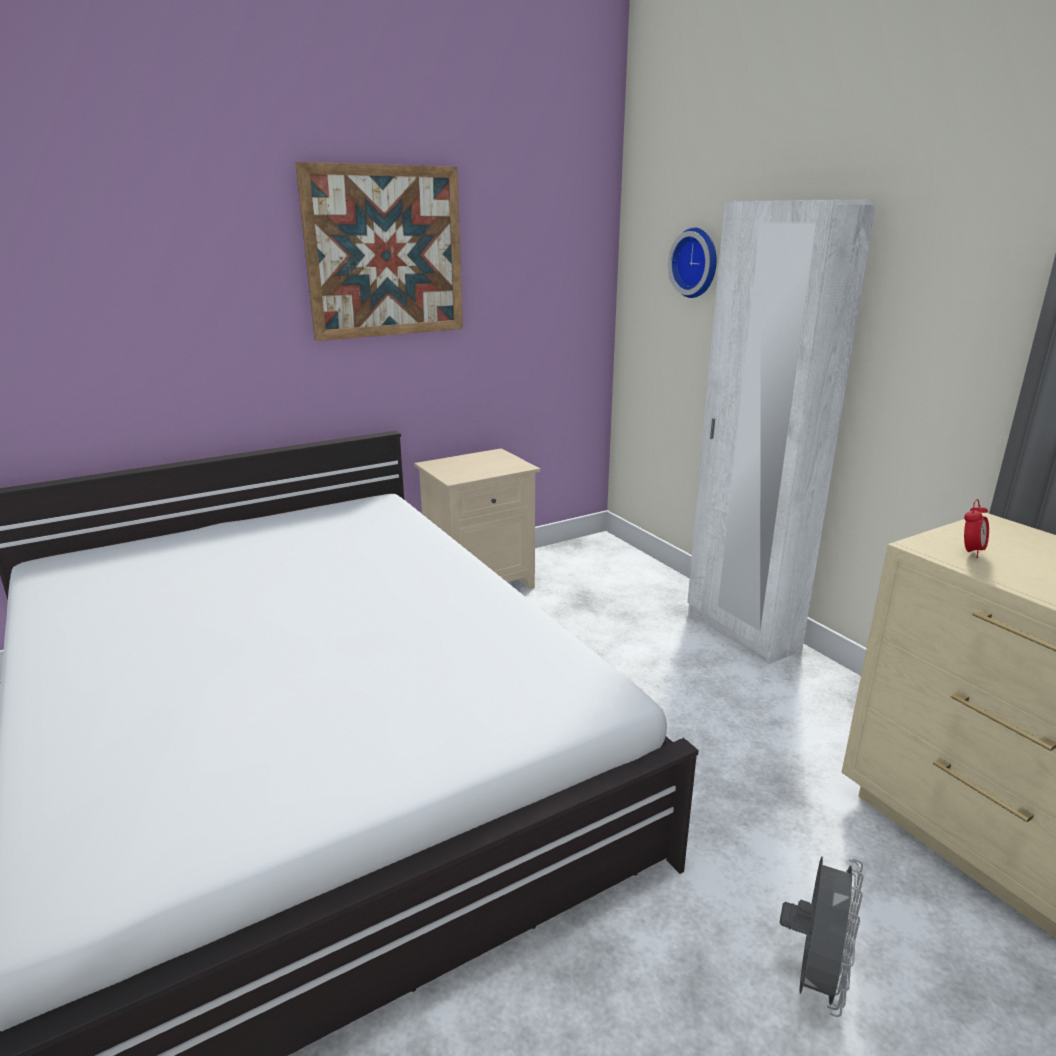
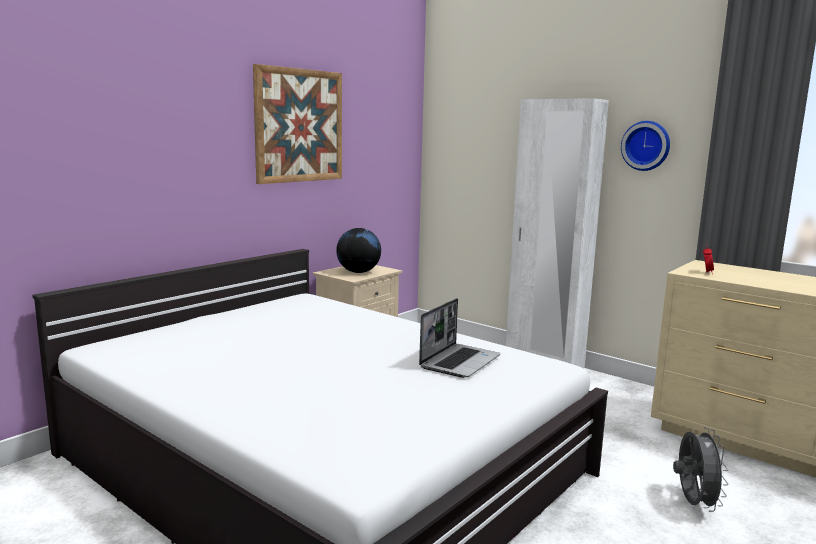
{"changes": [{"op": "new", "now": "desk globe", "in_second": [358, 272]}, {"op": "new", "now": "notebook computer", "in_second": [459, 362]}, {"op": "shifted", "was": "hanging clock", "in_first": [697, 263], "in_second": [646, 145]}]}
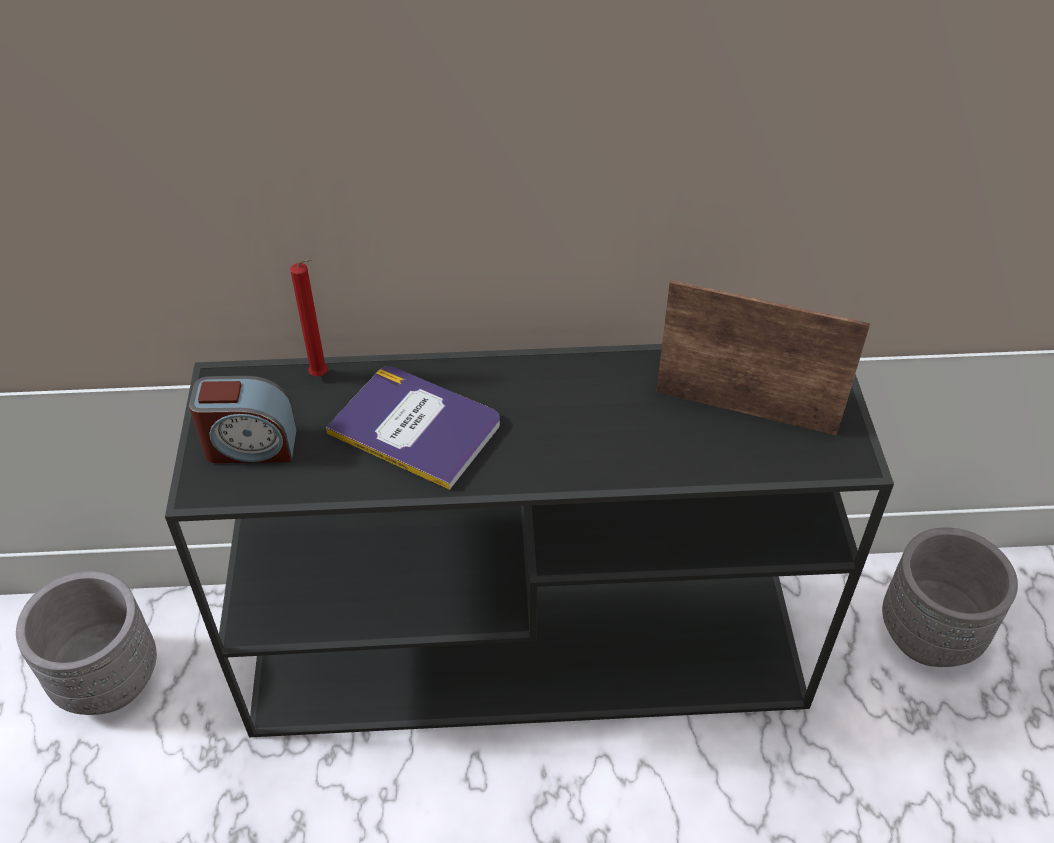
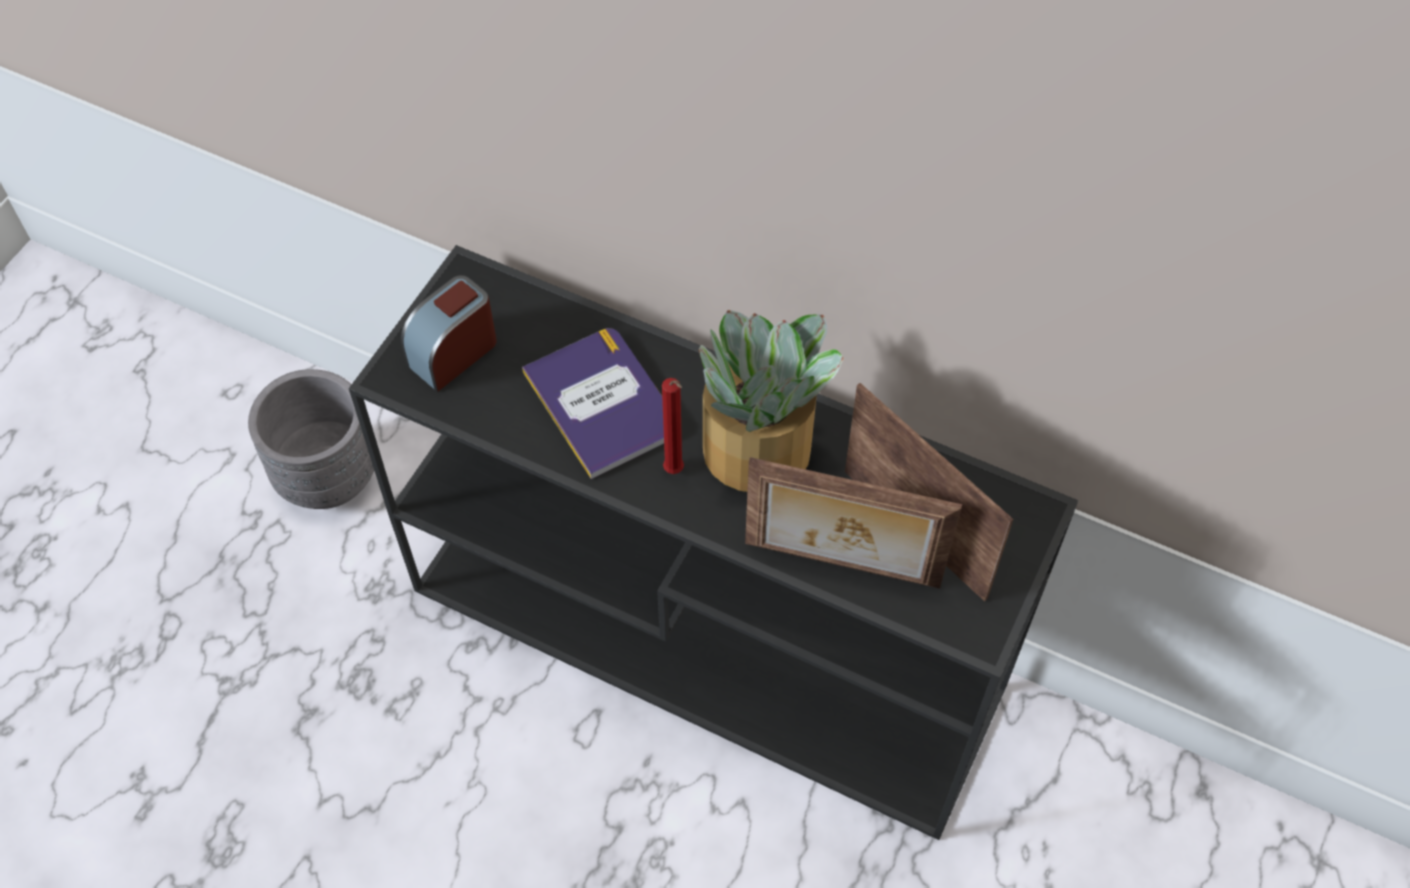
{"changes": [{"op": "rotated", "was": "table clock", "in_first": [250, 445], "in_second": [453, 353], "clockwise": 105}, {"op": "shifted", "was": "reddish wax candle", "in_first": [321, 376], "in_second": [675, 472]}, {"op": "new", "now": "plant in a pot", "in_second": [759, 451]}, {"op": "new", "now": "standing frame", "in_second": [841, 567]}, {"op": "gone", "was": "gray planter", "in_first": [929, 635]}]}
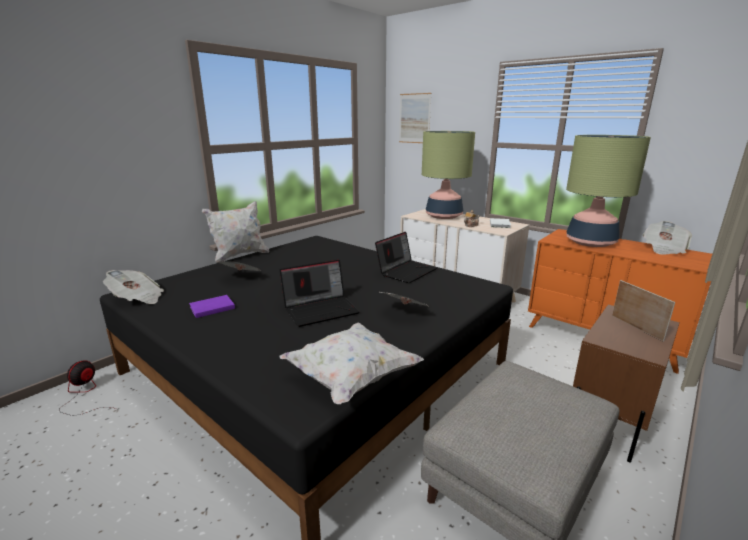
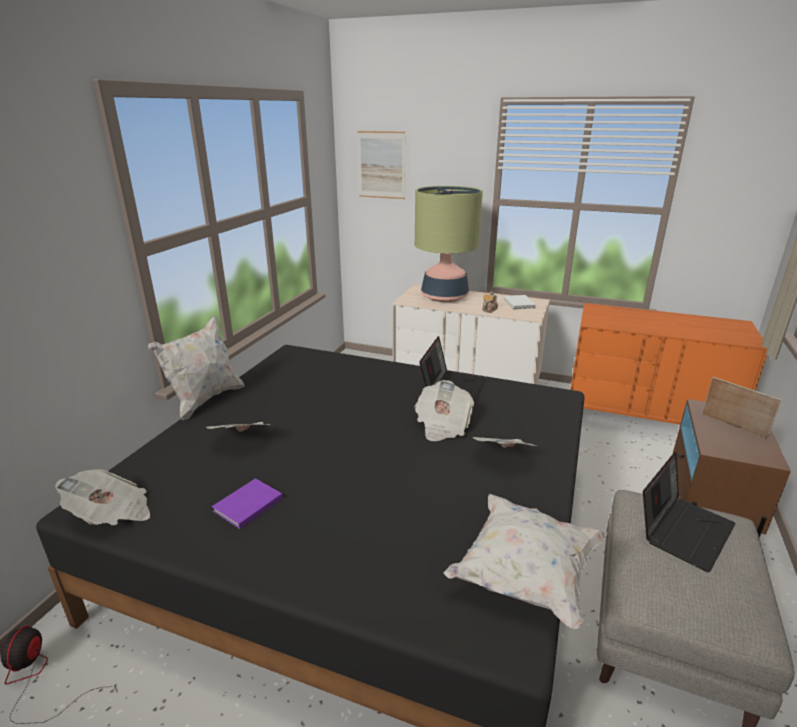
{"changes": [{"op": "shifted", "was": "newspaper", "in_first": [663, 249], "in_second": [442, 425]}, {"op": "shifted", "was": "notebook computer", "in_first": [321, 309], "in_second": [682, 529]}, {"op": "gone", "was": "table lamp", "in_first": [590, 242]}]}
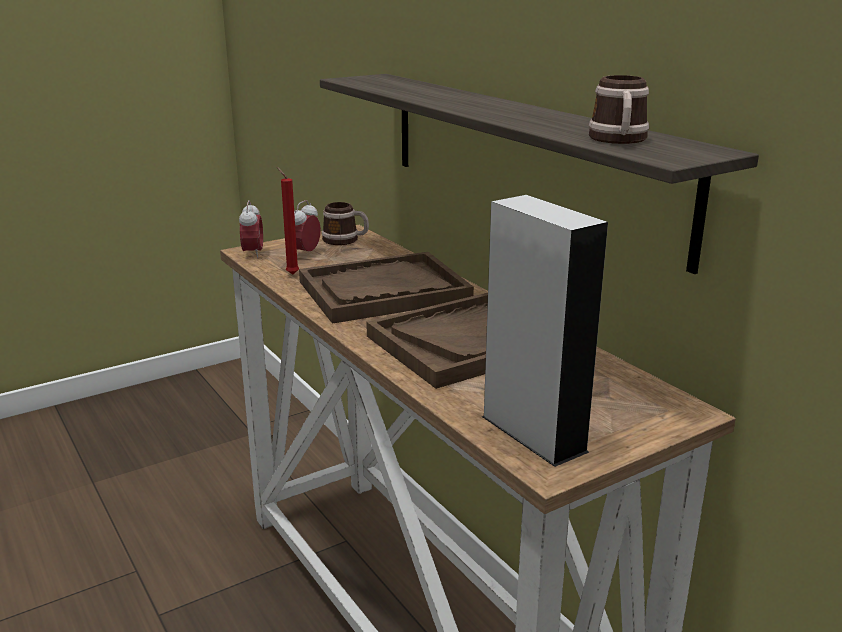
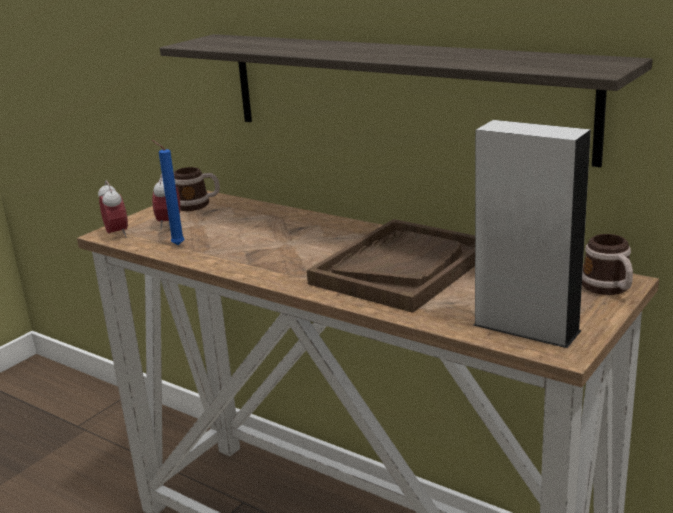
{"changes": [{"op": "repainted", "was": "reddish wax candle", "now": "blue-coloured wax candle", "in_first": [291, 274], "in_second": [176, 245]}, {"op": "shifted", "was": "tea mug", "in_first": [618, 140], "in_second": [609, 288]}, {"op": "gone", "was": "brown-coloured carrying tray", "in_first": [383, 291]}]}
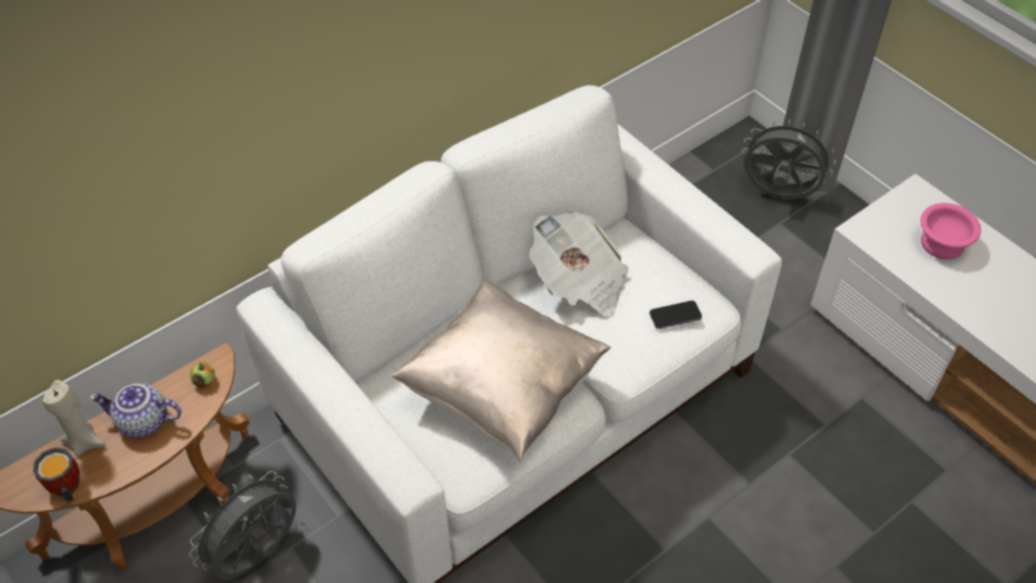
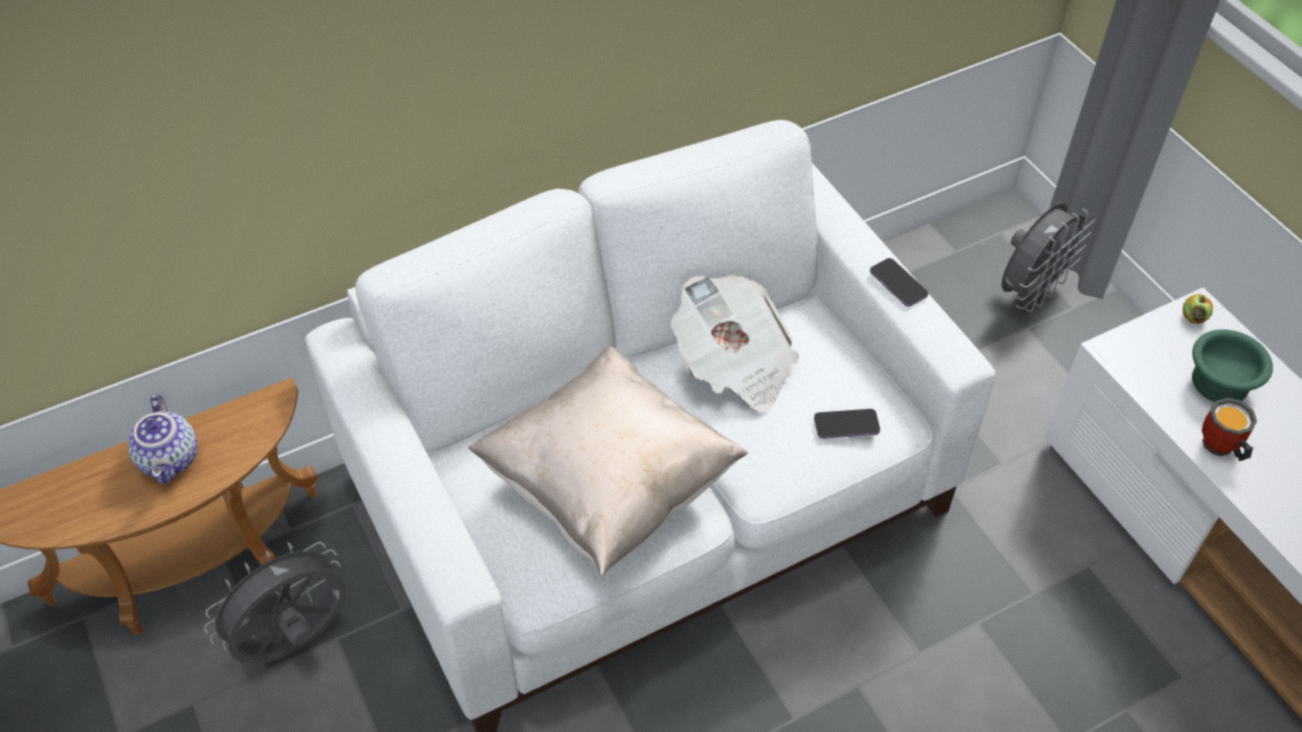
{"changes": [{"op": "rotated", "was": "pot for tea", "in_first": [143, 422], "in_second": [171, 459], "clockwise": -120}, {"op": "new", "now": "handset", "in_second": [898, 284]}, {"op": "rotated", "was": "gray cooling fan", "in_first": [777, 195], "in_second": [1030, 293], "clockwise": 105}, {"op": "shifted", "was": "apple", "in_first": [205, 381], "in_second": [1193, 317]}, {"op": "repainted", "was": "pinkish serving bowl", "now": "greenish serving bowl", "in_first": [943, 243], "in_second": [1222, 382]}, {"op": "shifted", "was": "tea mug", "in_first": [65, 490], "in_second": [1219, 449]}, {"op": "gone", "was": "beige wax candle", "in_first": [85, 441]}]}
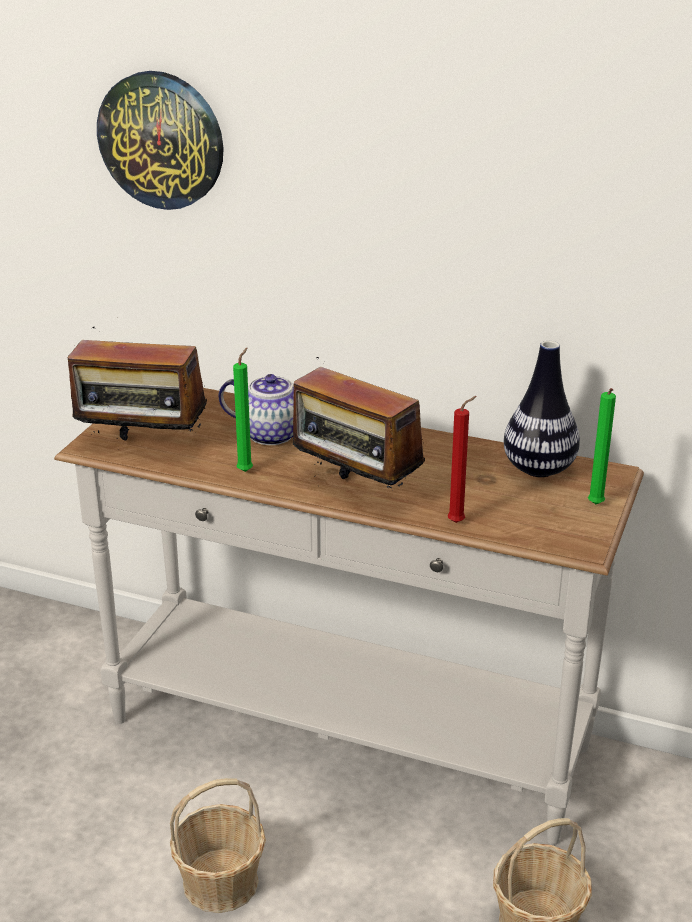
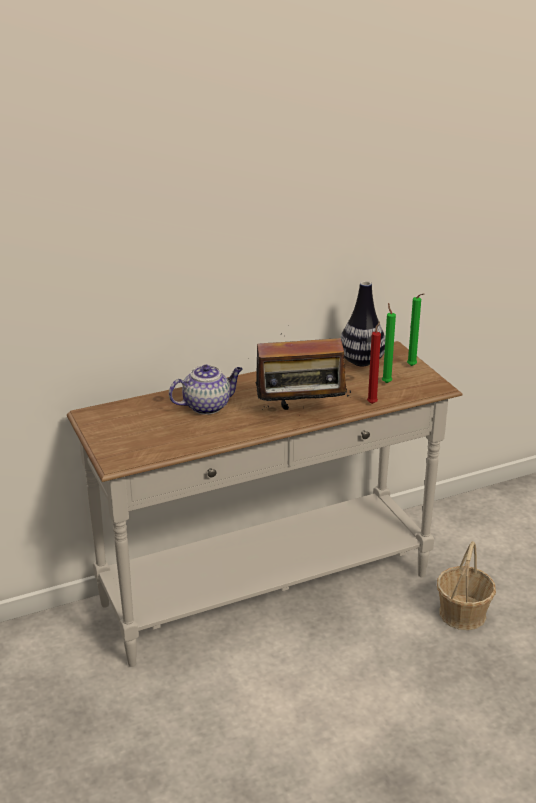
{"changes": [{"op": "shifted", "was": "greenish wax candle", "in_first": [246, 470], "in_second": [386, 382]}, {"op": "gone", "was": "radio receiver", "in_first": [142, 447]}, {"op": "gone", "was": "hanging clock", "in_first": [161, 140]}, {"op": "gone", "was": "basket", "in_first": [221, 882]}]}
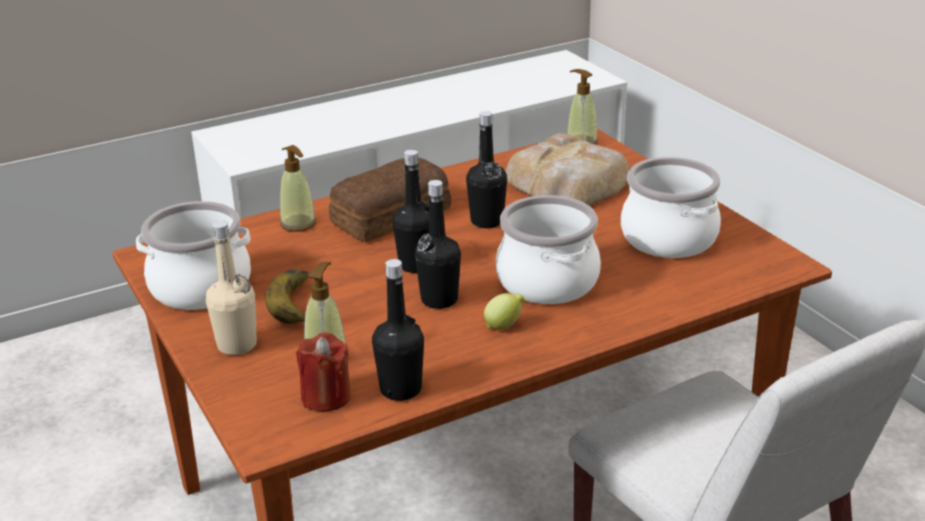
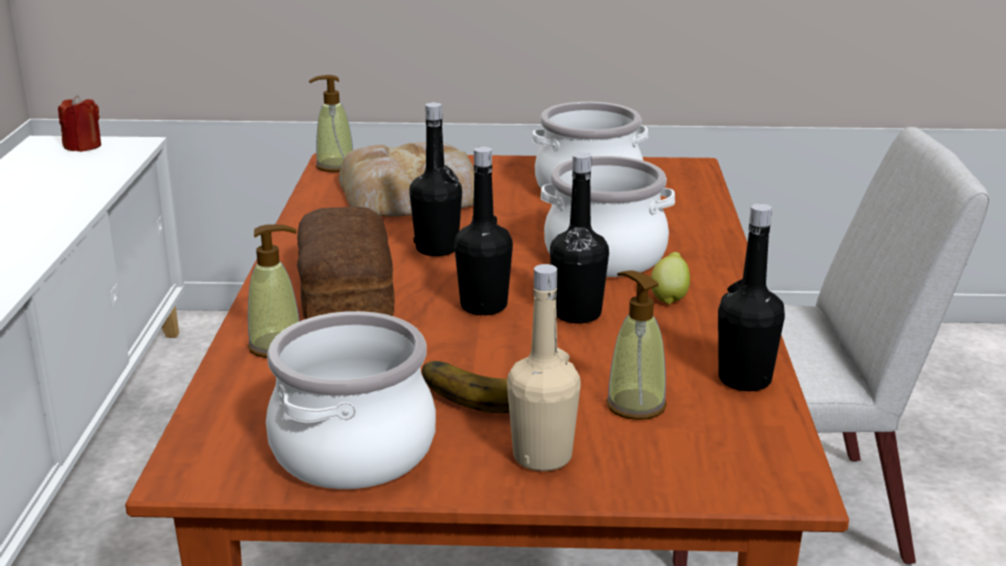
{"changes": [{"op": "shifted", "was": "reddish wax candle", "in_first": [326, 397], "in_second": [83, 146]}]}
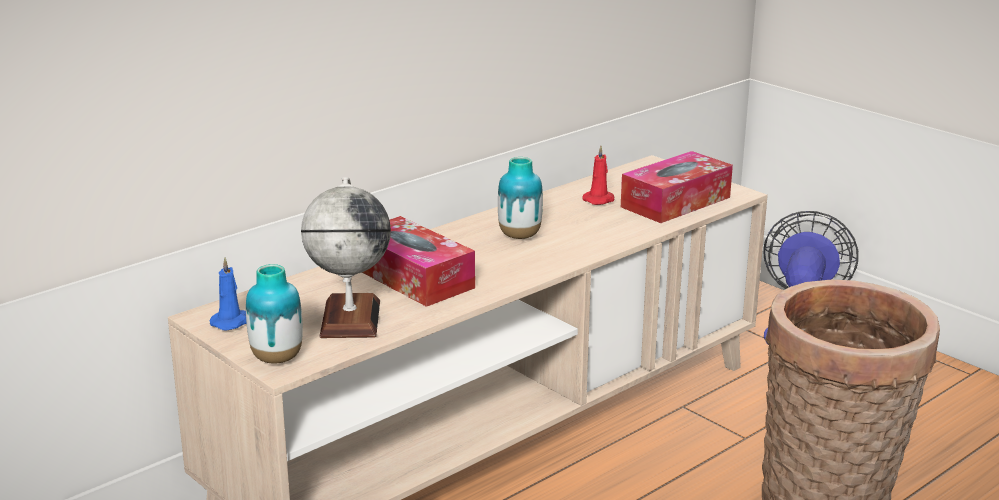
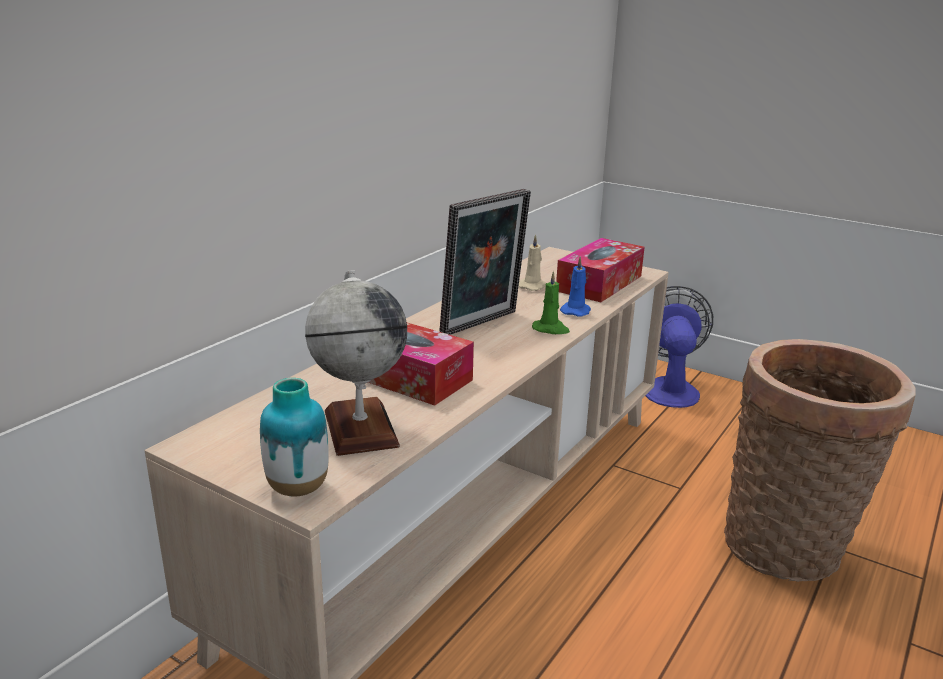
{"changes": [{"op": "swapped", "was": "vase", "now": "standing frame", "in_first": [519, 236], "in_second": [483, 324]}, {"op": "repainted", "was": "reddish wax candle", "now": "beige wax candle", "in_first": [600, 200], "in_second": [533, 286]}, {"op": "new", "now": "greenish wax candle", "in_second": [551, 329]}, {"op": "shifted", "was": "blue-coloured wax candle", "in_first": [232, 322], "in_second": [576, 311]}]}
